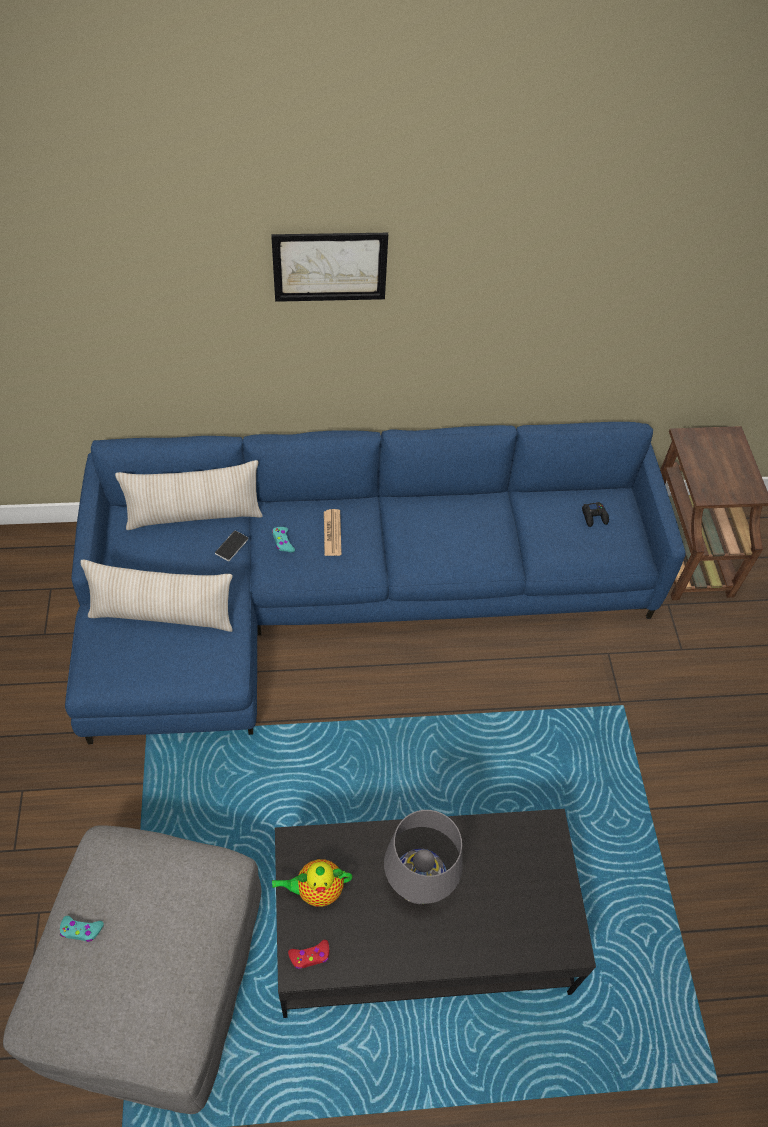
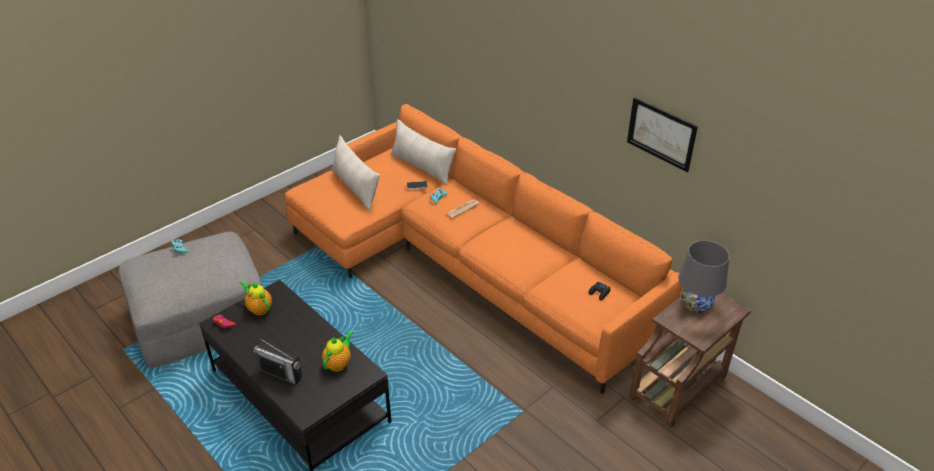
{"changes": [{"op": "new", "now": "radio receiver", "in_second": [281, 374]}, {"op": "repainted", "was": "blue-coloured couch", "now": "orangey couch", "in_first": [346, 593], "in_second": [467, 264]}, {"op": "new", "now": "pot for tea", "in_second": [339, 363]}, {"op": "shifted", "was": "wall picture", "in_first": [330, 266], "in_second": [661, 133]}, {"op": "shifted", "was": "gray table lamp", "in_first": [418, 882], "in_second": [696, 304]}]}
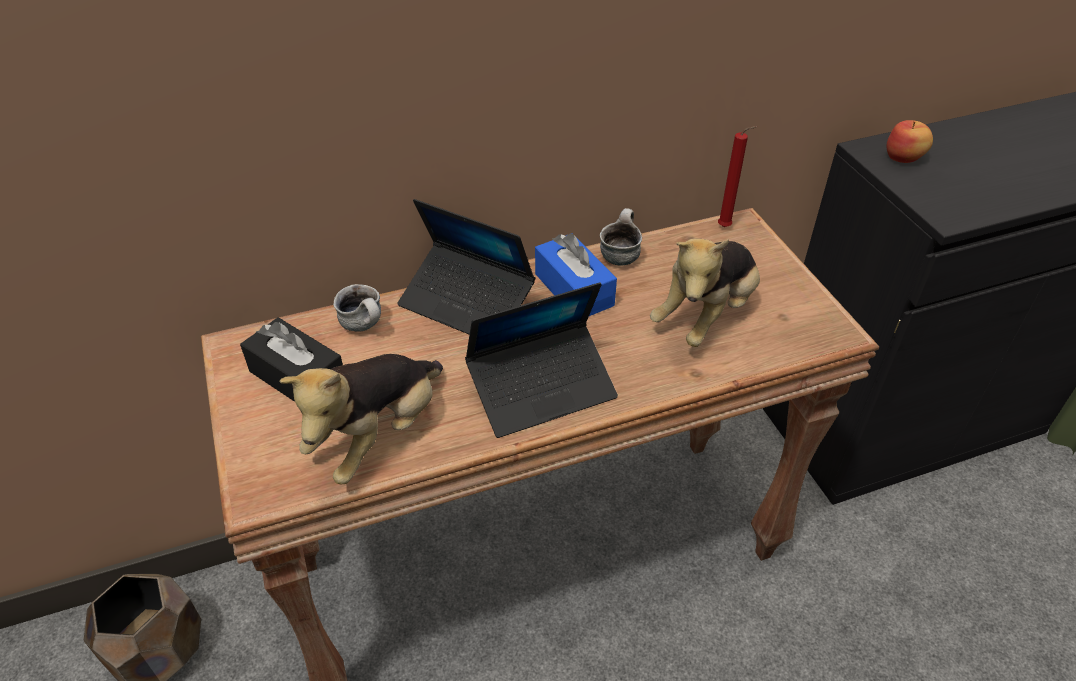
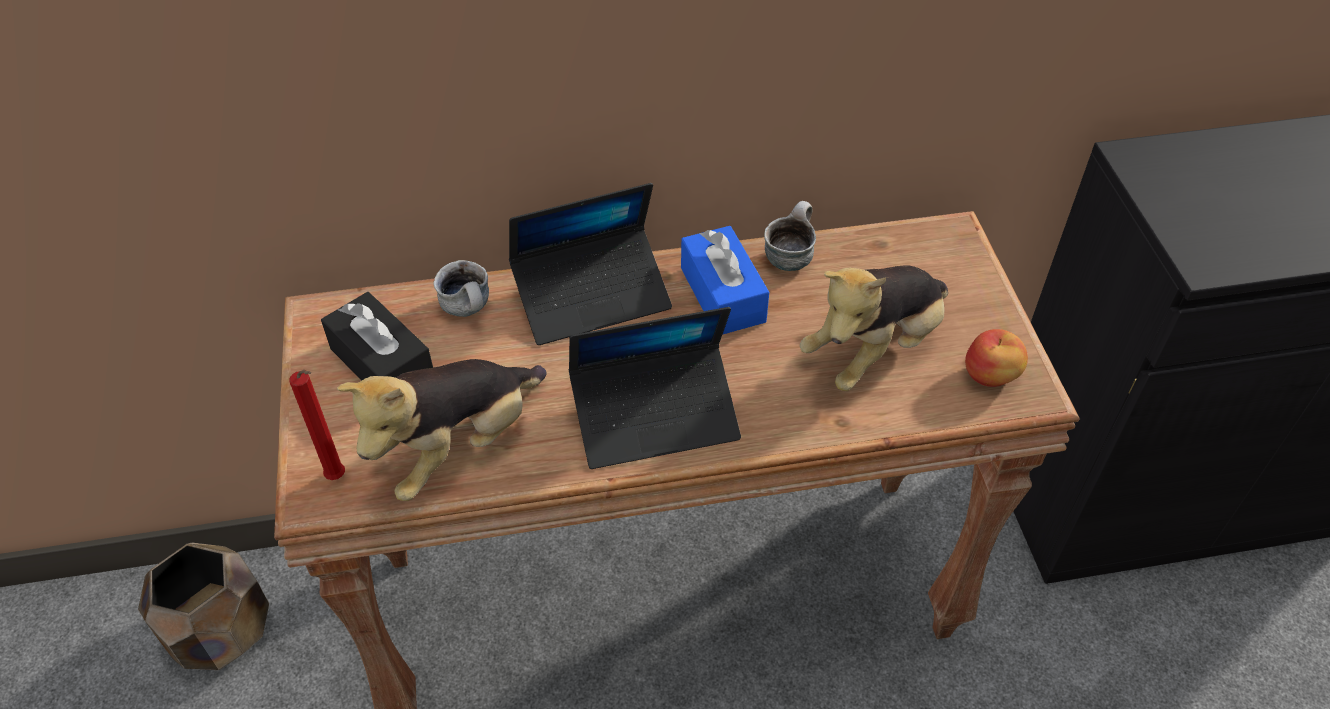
{"changes": [{"op": "shifted", "was": "reddish wax candle", "in_first": [726, 227], "in_second": [339, 478]}, {"op": "rotated", "was": "notebook computer", "in_first": [467, 303], "in_second": [592, 296], "clockwise": -60}, {"op": "shifted", "was": "apple", "in_first": [904, 158], "in_second": [991, 376]}]}
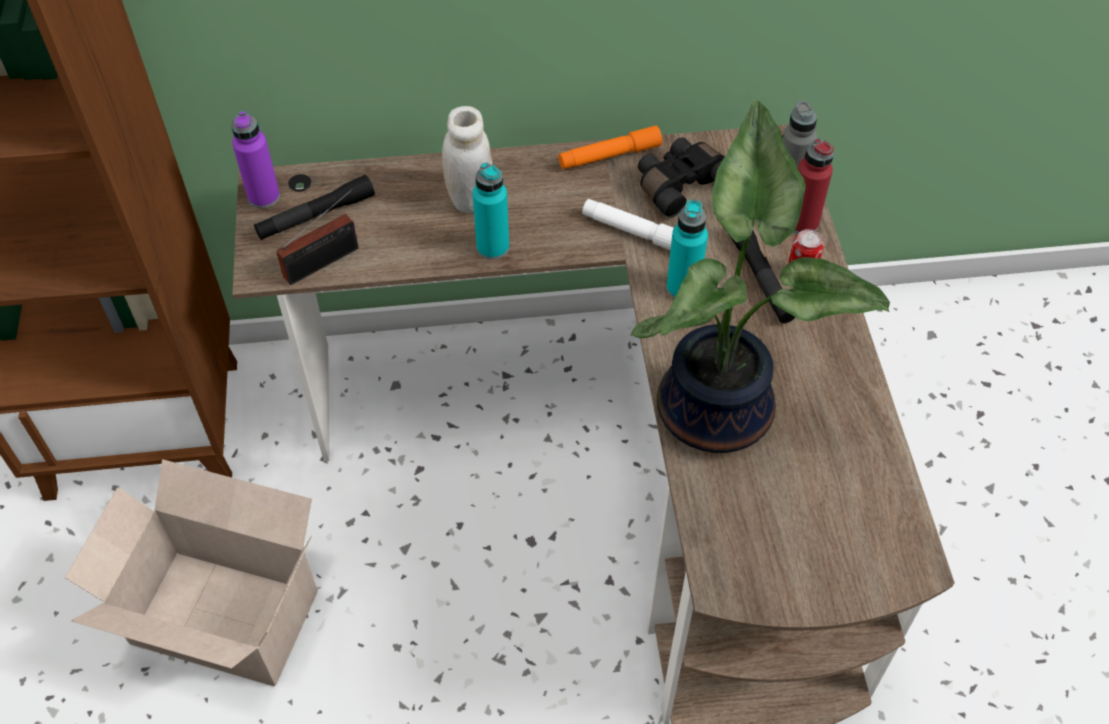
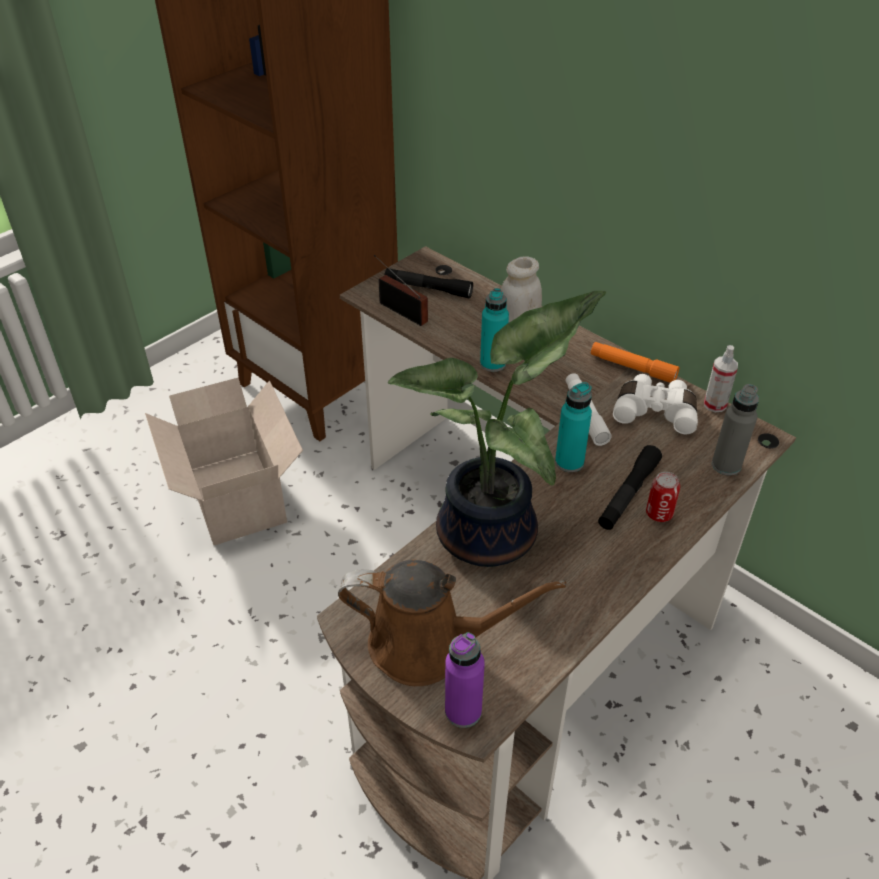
{"changes": [{"op": "new", "now": "brown-coloured sprinkling can", "in_second": [428, 645]}, {"op": "rotated", "was": "radio receiver", "in_first": [326, 261], "in_second": [401, 310], "clockwise": -150}, {"op": "shifted", "was": "purplish bottle", "in_first": [264, 197], "in_second": [463, 711]}, {"op": "repainted", "was": "black field glasses", "now": "white-coloured field glasses", "in_first": [680, 184], "in_second": [655, 411]}, {"op": "new", "now": "spray bottle", "in_second": [715, 404]}, {"op": "gone", "was": "reddish bottle", "in_first": [802, 223]}]}
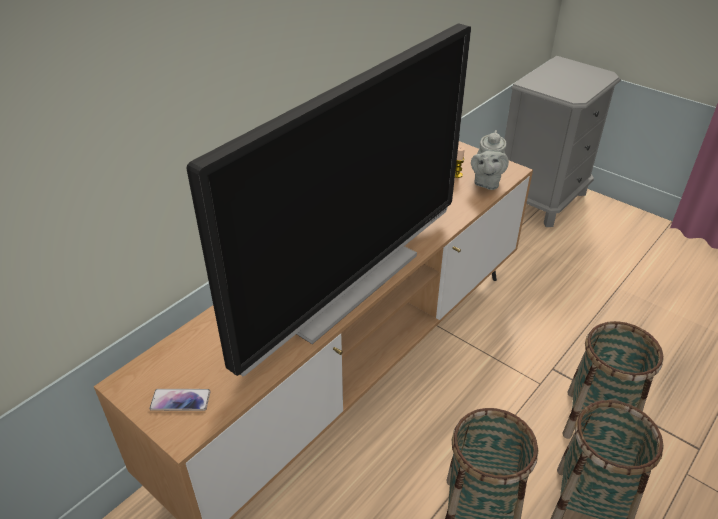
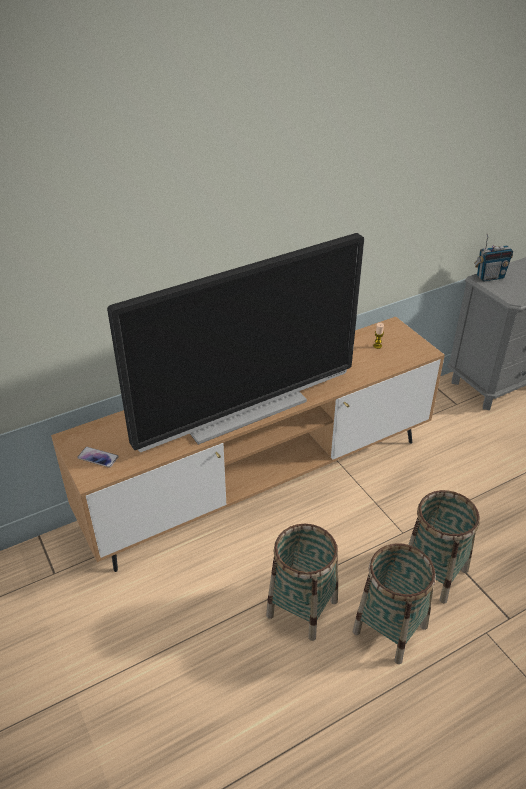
{"changes": [{"op": "new", "now": "radio receiver", "in_second": [489, 277]}, {"op": "gone", "was": "gray pot for tea", "in_first": [486, 182]}]}
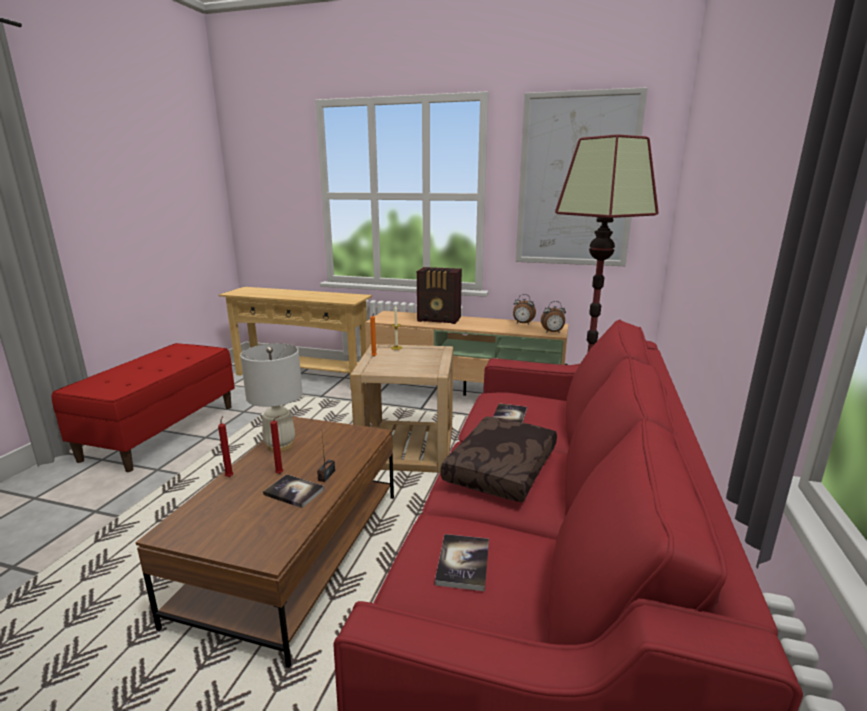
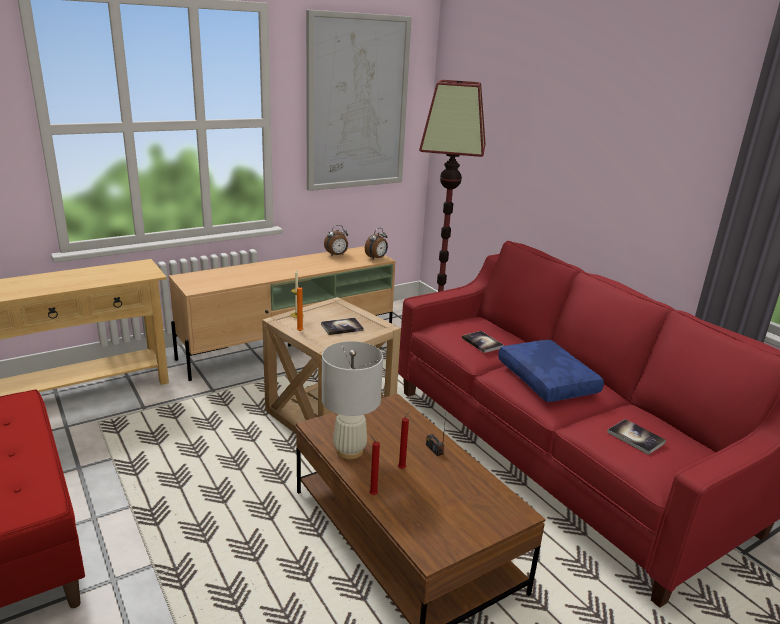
{"changes": [{"op": "shifted", "was": "volume", "in_first": [294, 492], "in_second": [342, 327]}, {"op": "repainted", "was": "brown-coloured pillow", "now": "blue-coloured pillow", "in_first": [502, 469], "in_second": [548, 380]}, {"op": "gone", "was": "radio receiver", "in_first": [440, 320]}]}
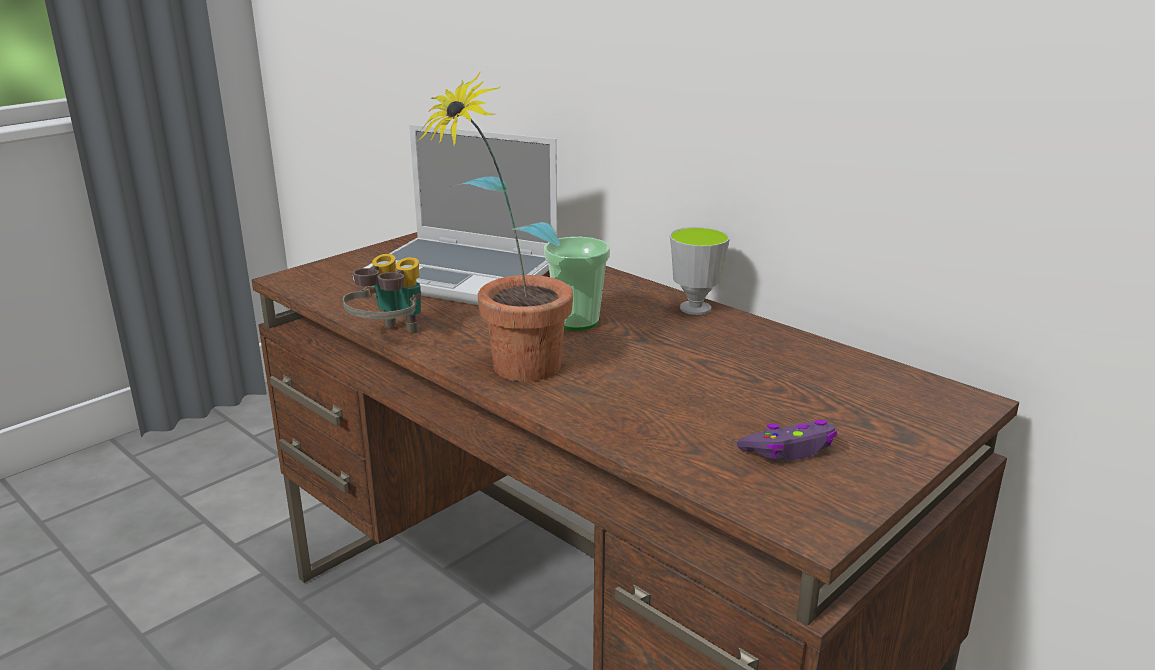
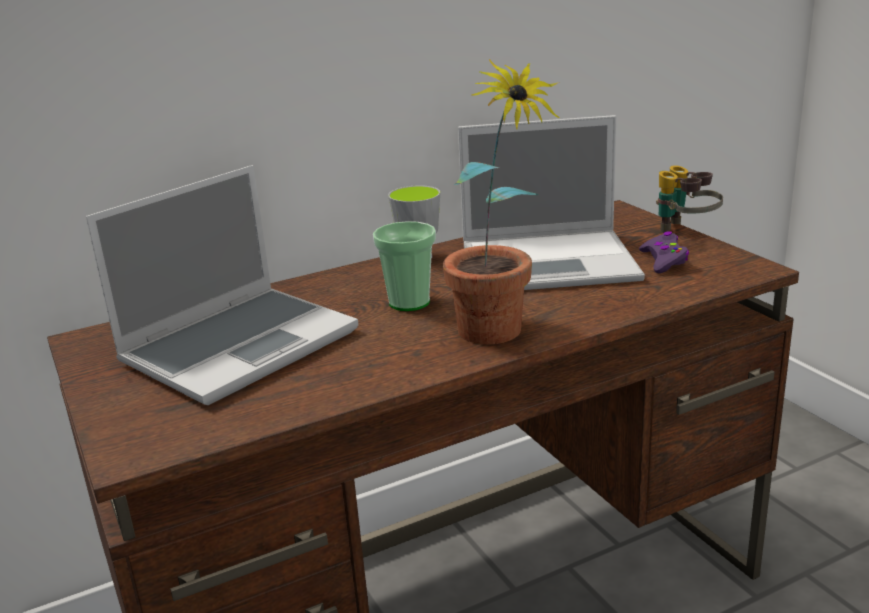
{"changes": [{"op": "new", "now": "notebook computer", "in_second": [552, 262]}, {"op": "shifted", "was": "field glasses", "in_first": [390, 337], "in_second": [685, 231]}]}
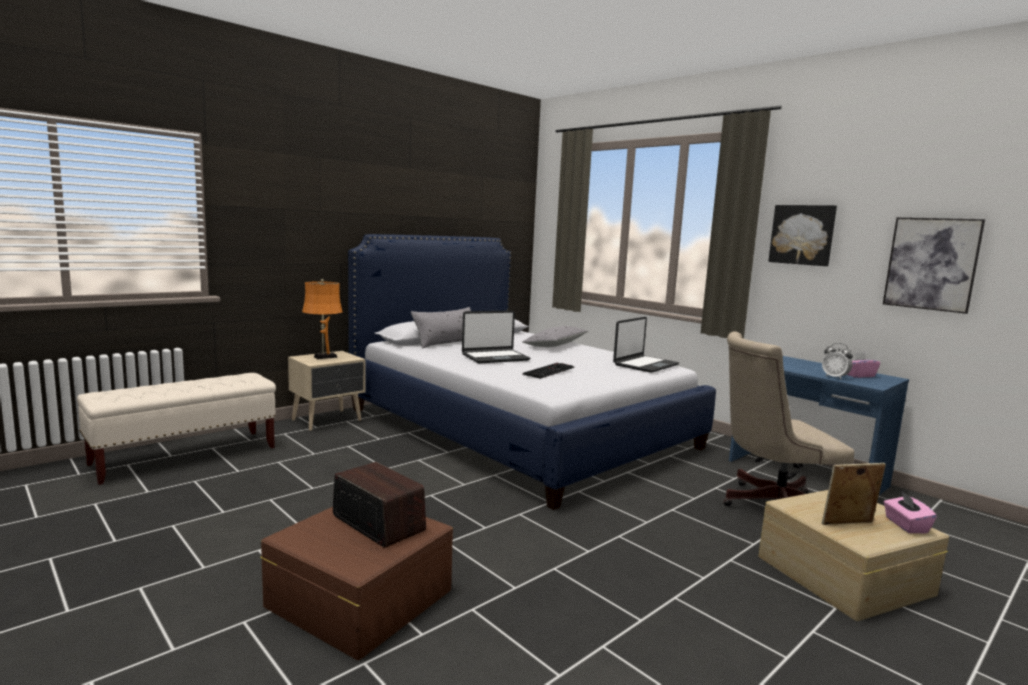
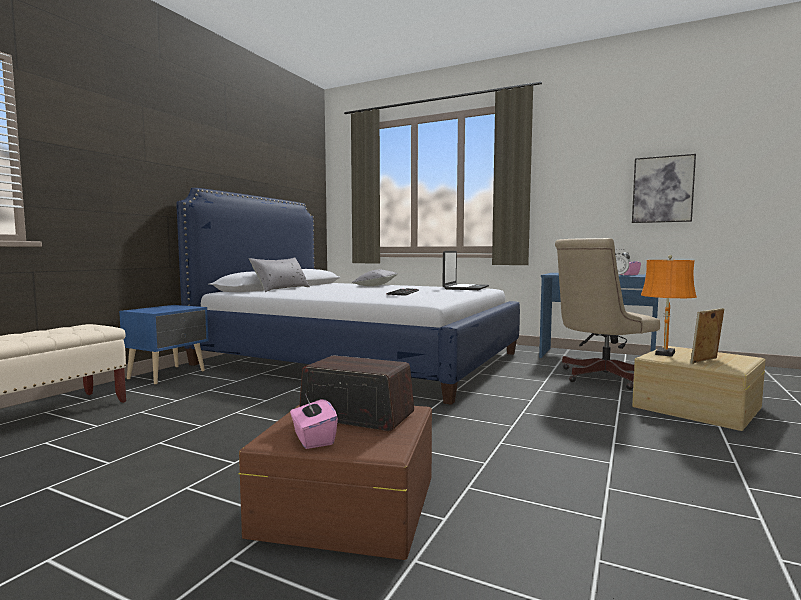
{"changes": [{"op": "repainted", "was": "beige bedside table", "now": "blue-coloured bedside table", "in_first": [328, 420], "in_second": [169, 375]}, {"op": "shifted", "was": "pinkish tissue box", "in_first": [905, 525], "in_second": [313, 439]}, {"op": "shifted", "was": "orangey table lamp", "in_first": [323, 357], "in_second": [664, 354]}, {"op": "gone", "was": "notebook computer", "in_first": [495, 357]}, {"op": "gone", "was": "wall picture", "in_first": [802, 235]}]}
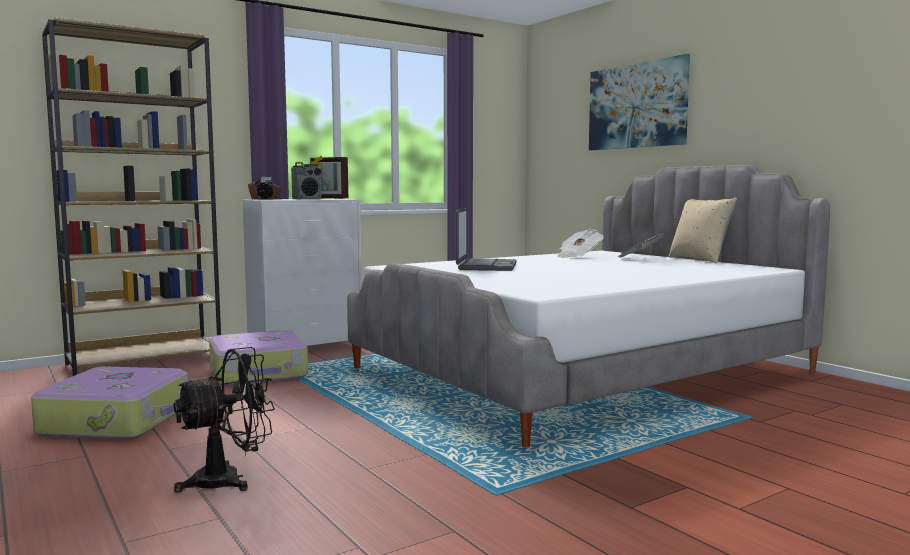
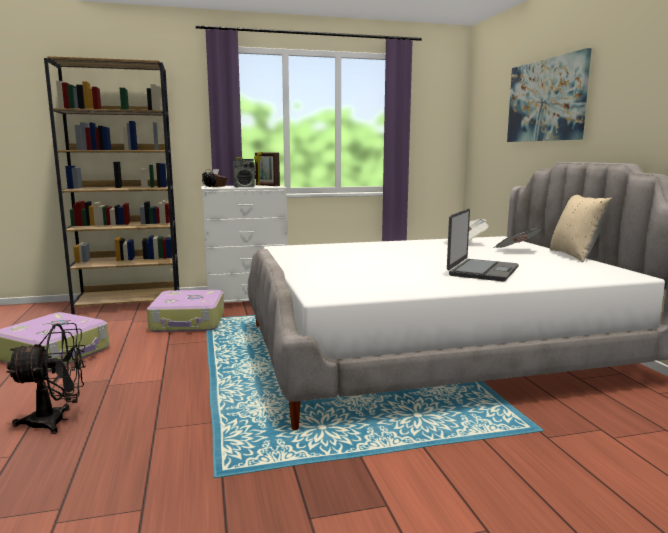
{"changes": [{"op": "shifted", "was": "notebook computer", "in_first": [486, 266], "in_second": [482, 271]}]}
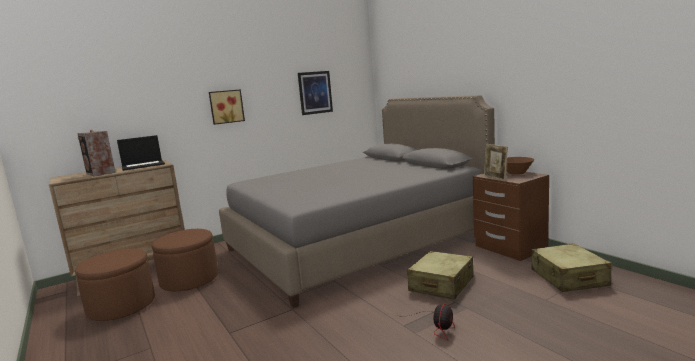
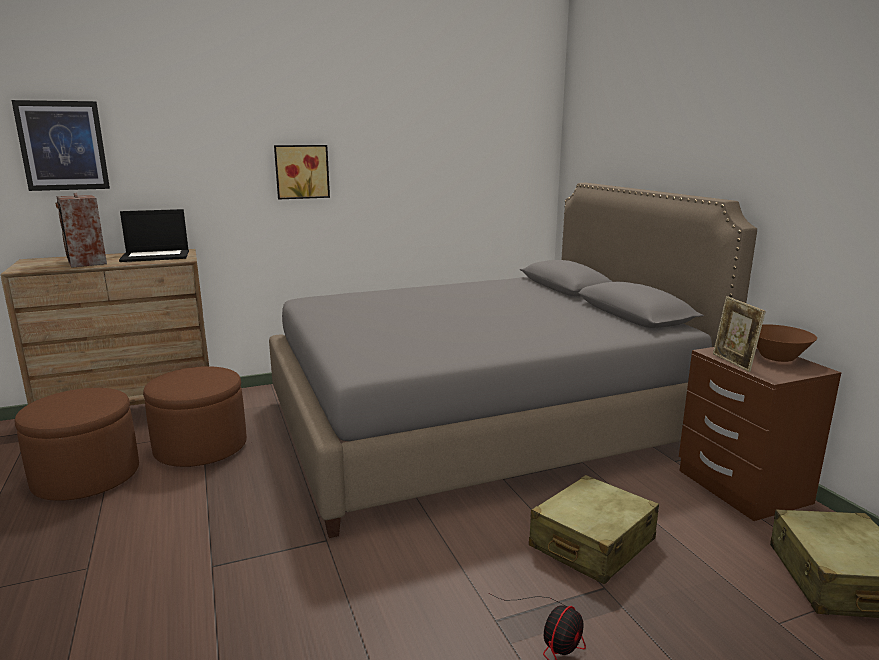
{"changes": [{"op": "shifted", "was": "wall picture", "in_first": [315, 92], "in_second": [63, 146]}]}
